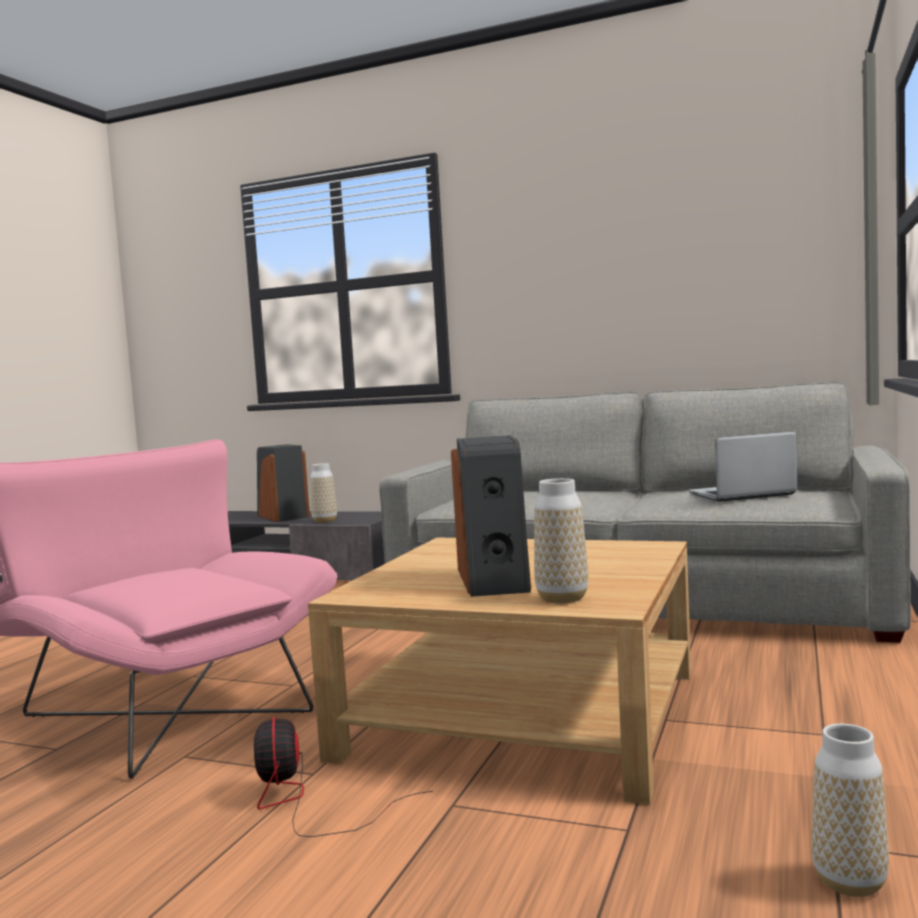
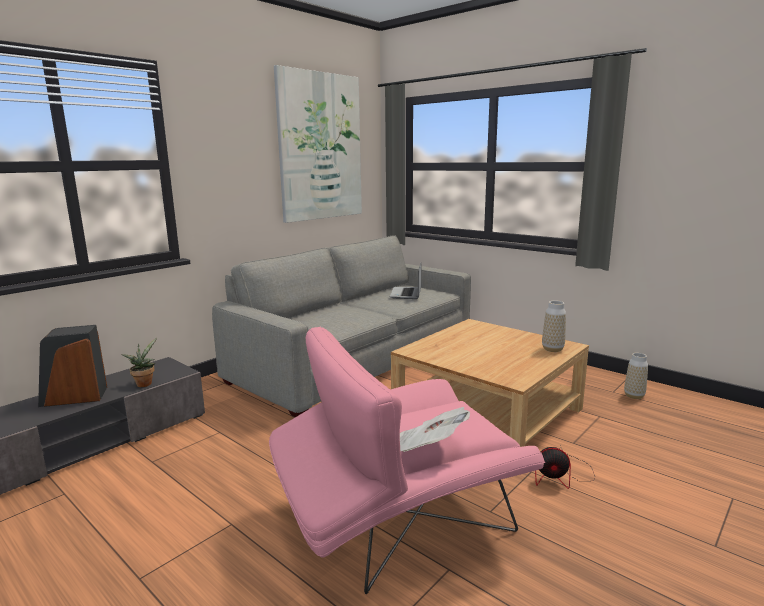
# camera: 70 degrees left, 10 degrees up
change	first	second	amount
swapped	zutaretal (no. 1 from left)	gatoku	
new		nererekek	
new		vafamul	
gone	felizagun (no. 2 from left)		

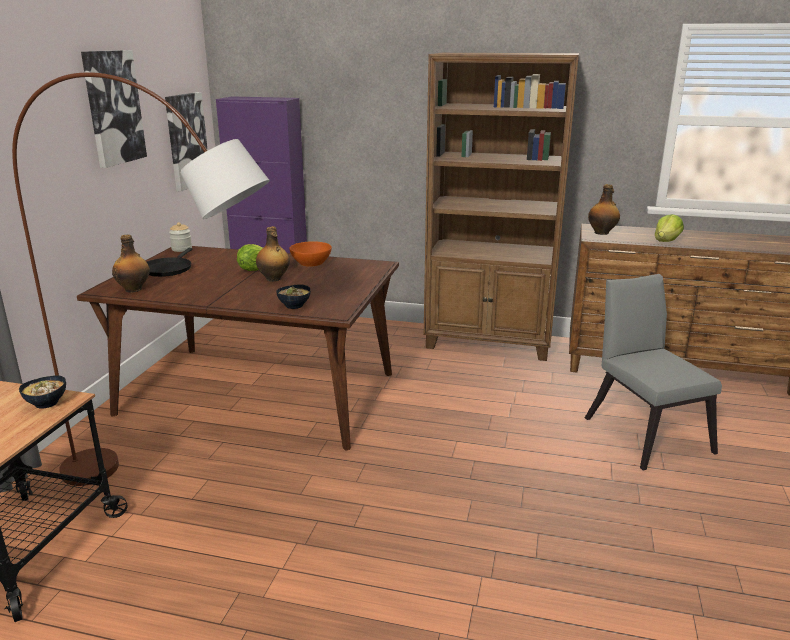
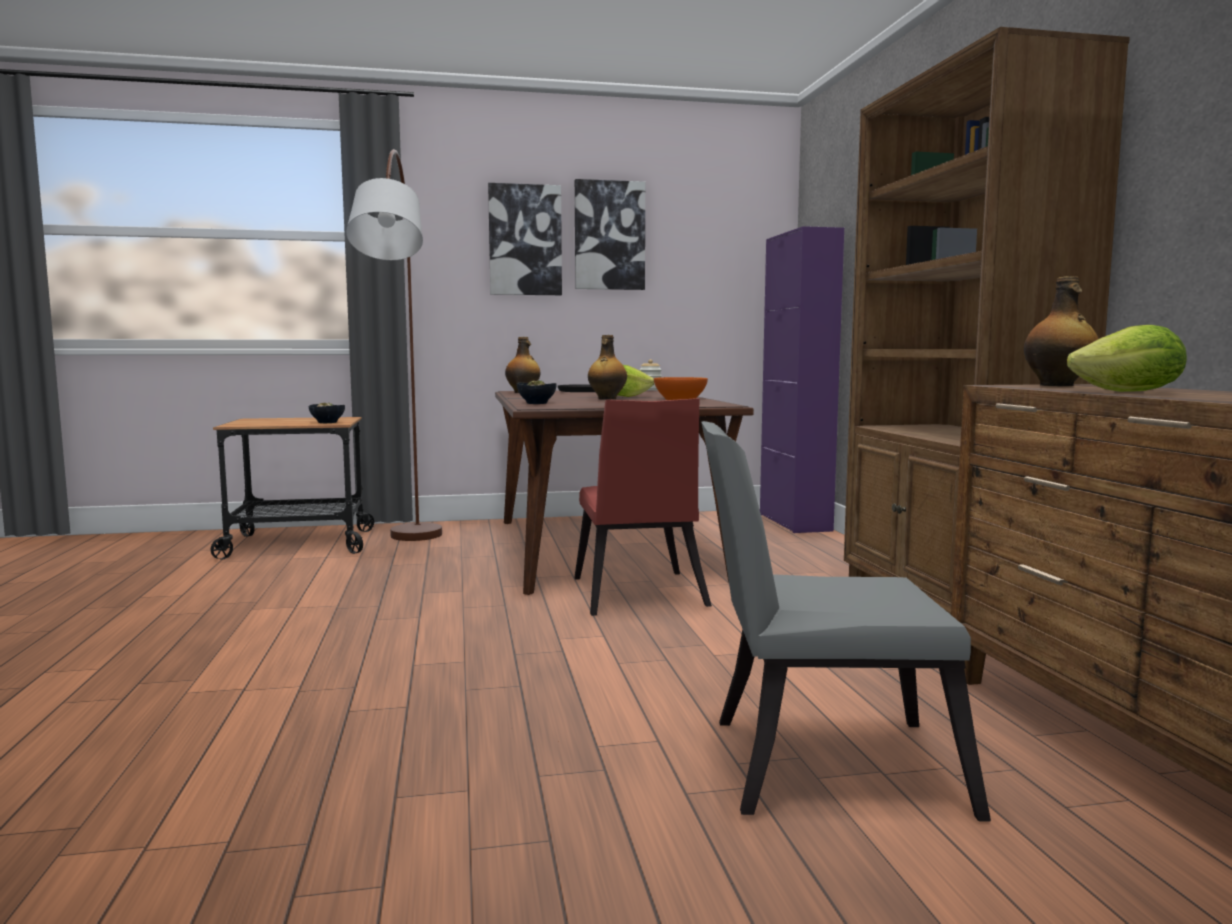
# camera: 65 degrees right, 15 degrees down
change	first	second	amount
shifted	nererekek (no. 2 from left in the first image)	nererekek (no. 1 from left)	
new		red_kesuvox	
rotated	grey_kesuvox		135 degrees counterclockwise

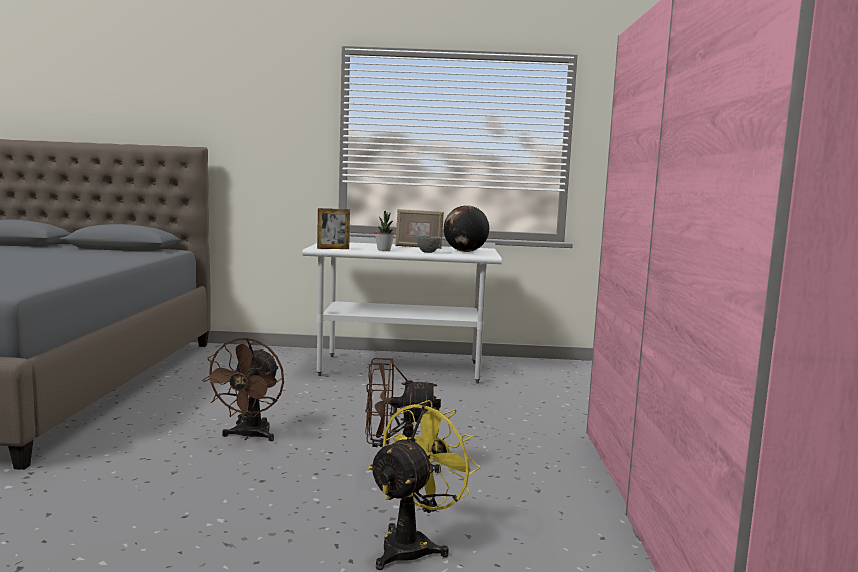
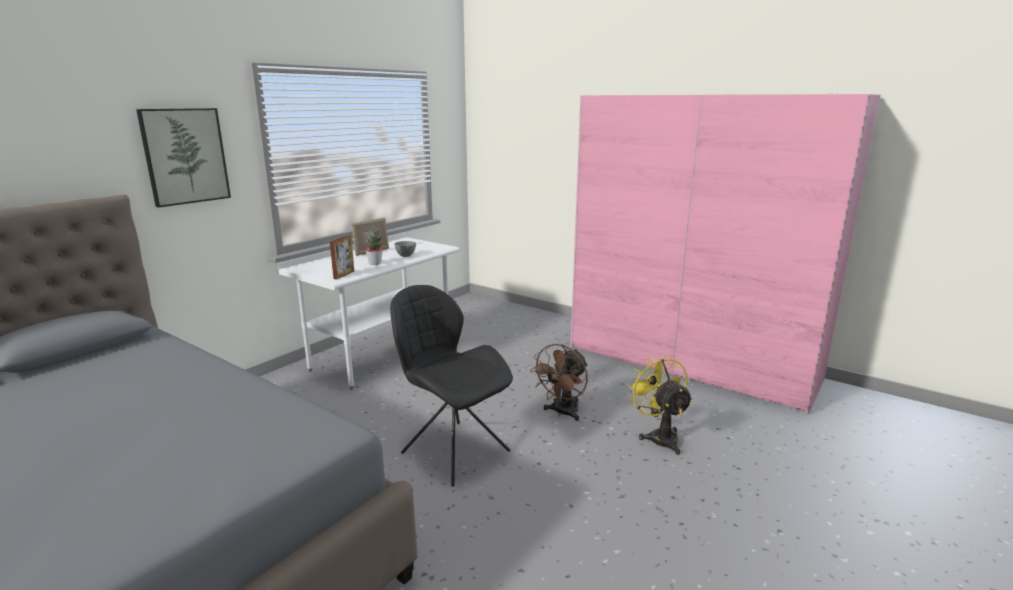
# camera: 55 degrees left, 10 degrees up
change	first	second	amount
new		nererekek	
swapped	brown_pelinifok (no. 1 from left)	black_kesuvox	
gone	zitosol		

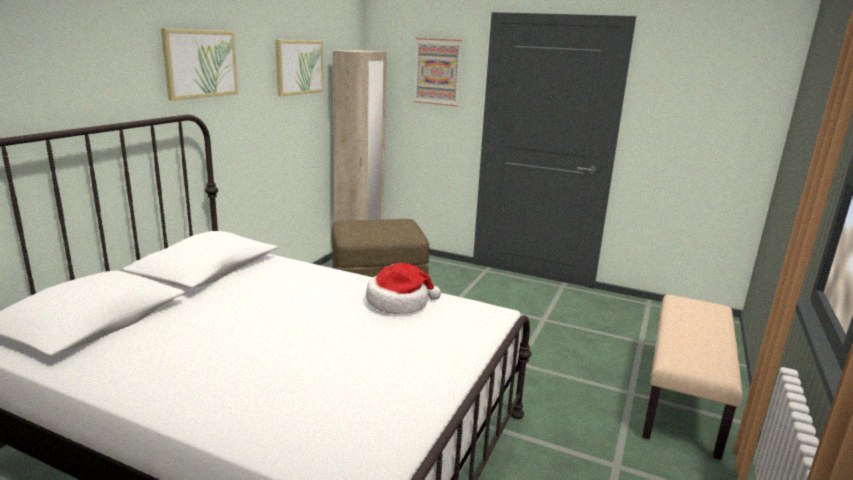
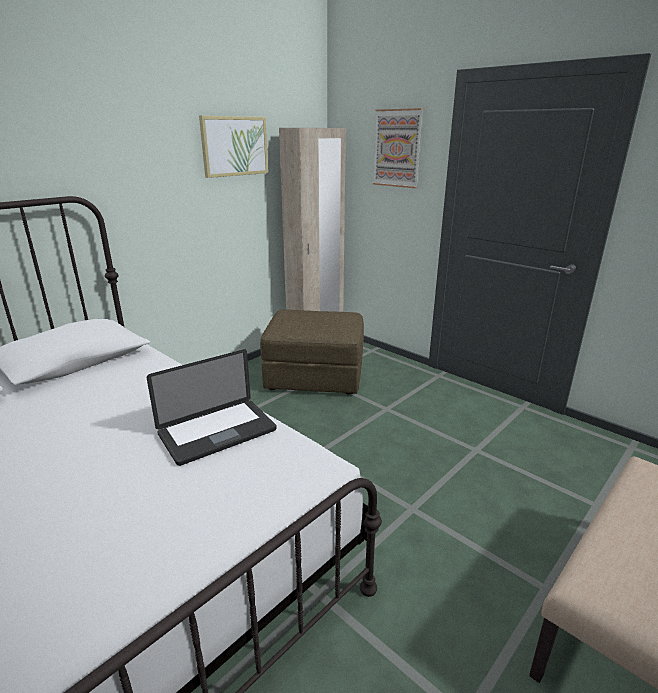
# camera: 20 degrees right, 5 degrees up
change	first	second	amount
swapped	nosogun	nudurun	
gone	nererekek (no. 1 from left)		

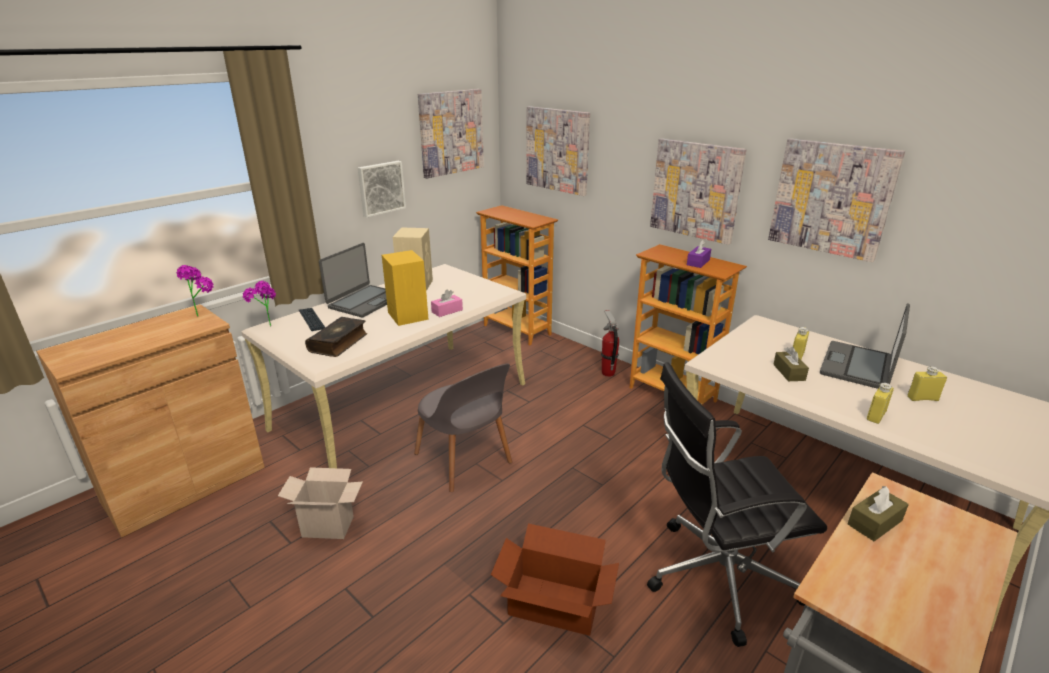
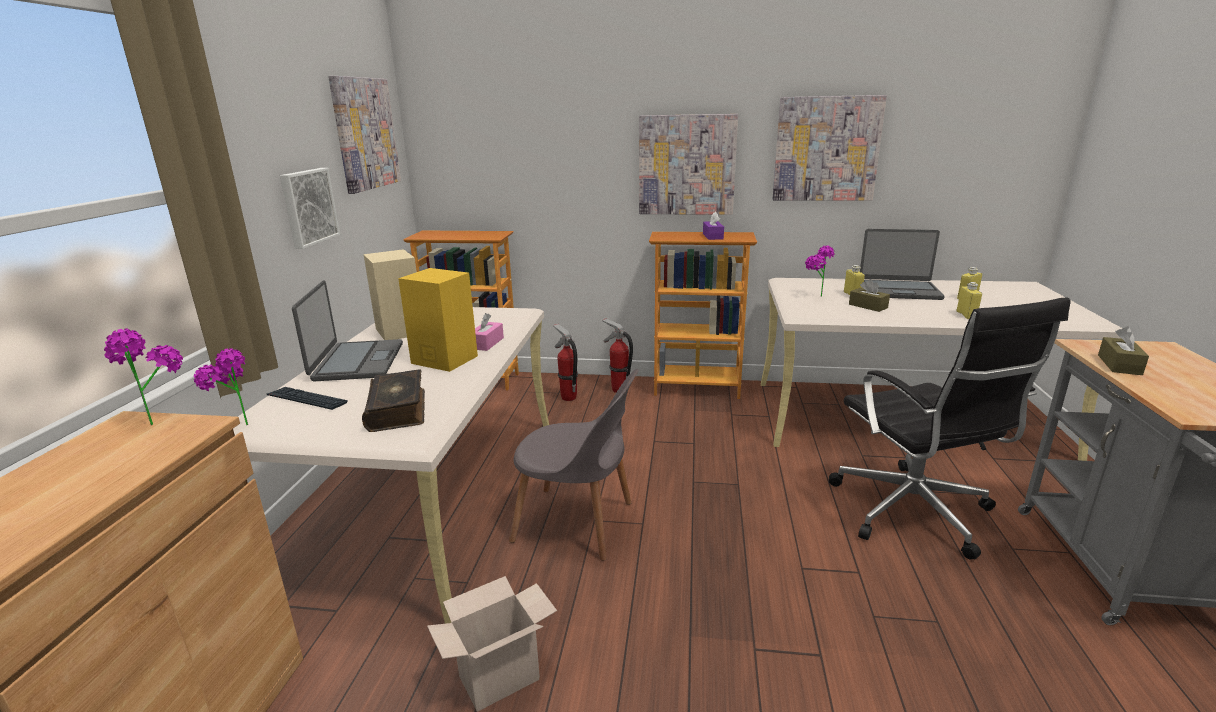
# camera: 35 degrees left, 5 degrees down
change	first	second	amount
new		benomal (no. 1 from left)	
new		gatoku (no. 3 from left)	
rotated	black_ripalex		60 degrees counterclockwise
rotated	nudurun (no. 2 from left)		75 degrees counterclockwise
gone	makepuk (no. 2 from left)		
gone	nererekek (no. 3 from left)		

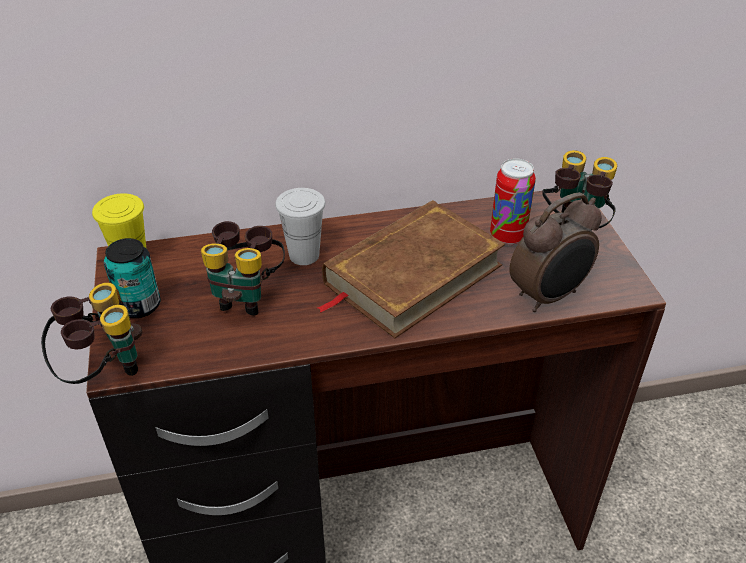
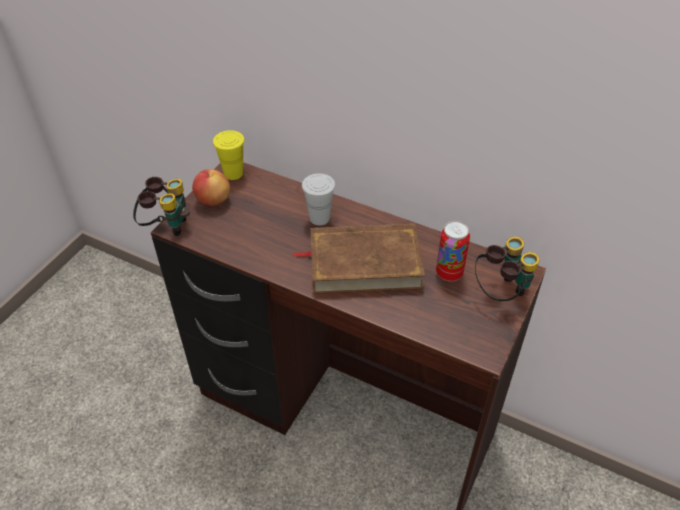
# camera: 40 degrees right, 5 degrees up
change	first	second	amount
swapped	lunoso (no. 1 from left)	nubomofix	
gone	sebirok (no. 2 from left)		
gone	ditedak		

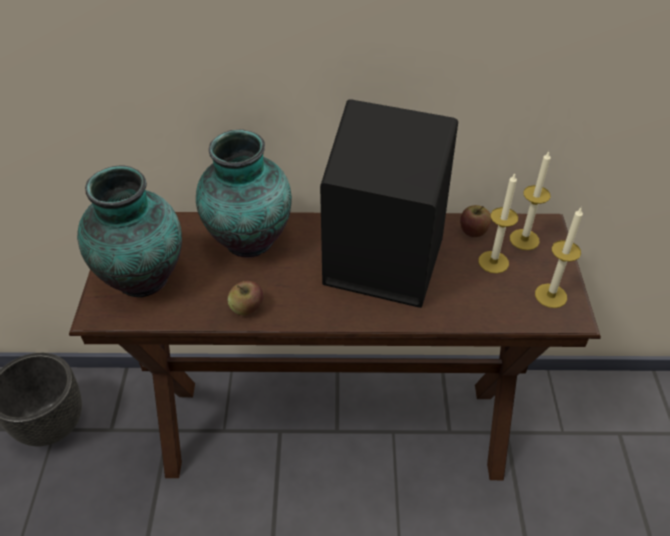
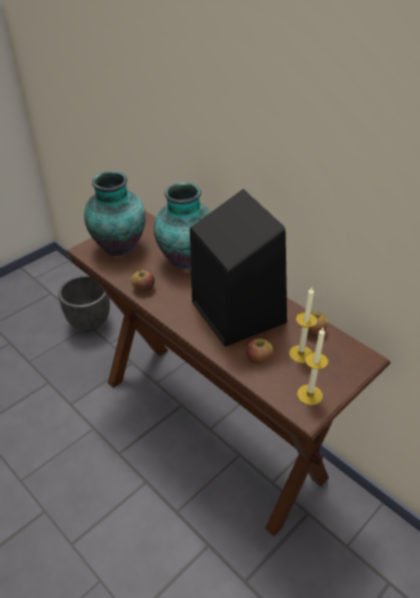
# camera: 45 degrees right, 5 degrees down
change	first	second	amount
new		nubomofix (no. 2 from left)	
gone	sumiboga (no. 2 from left)		

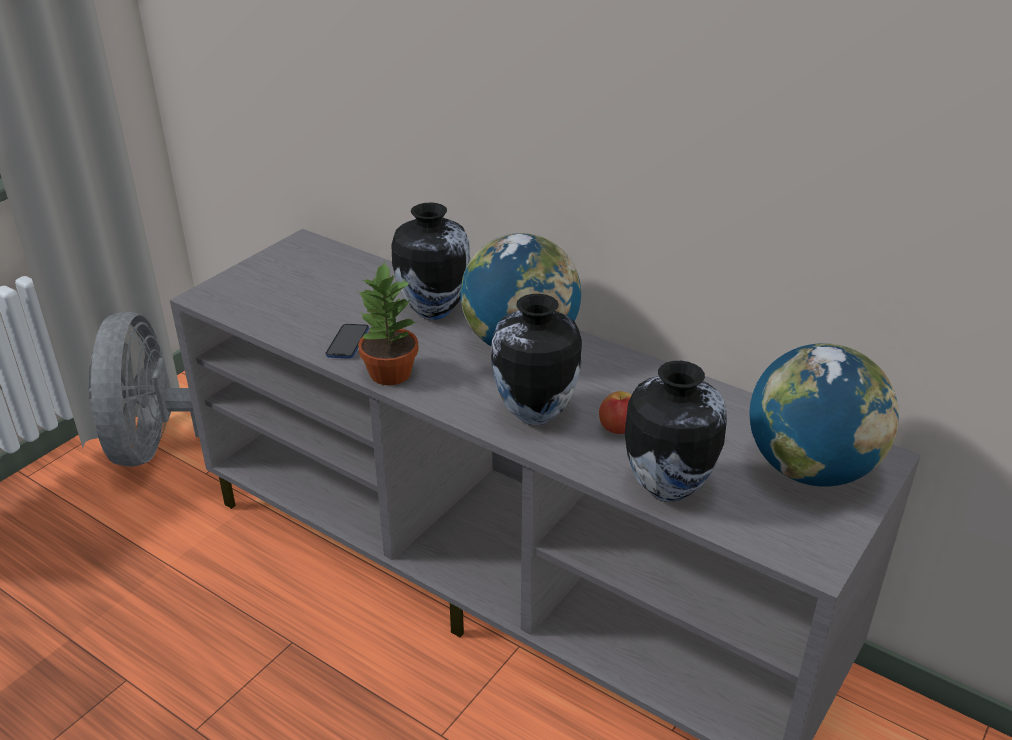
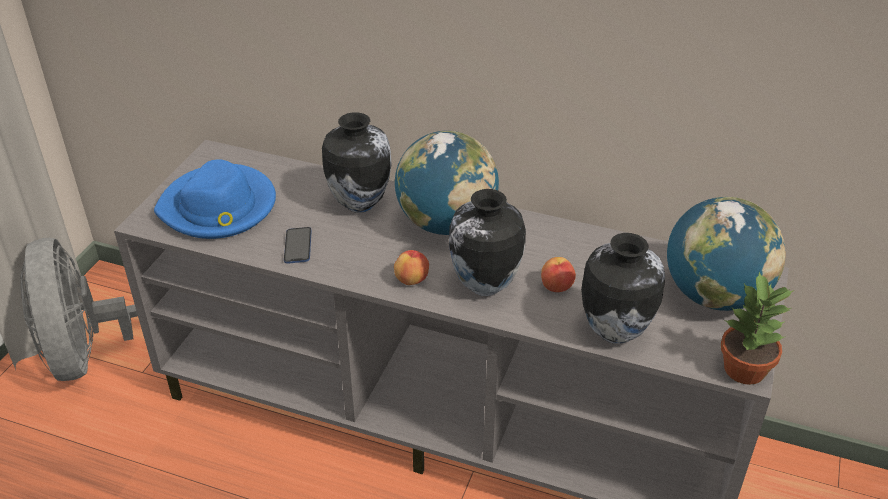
# camera: 15 degrees left, 5 degrees up
change	first	second	amount
new		blue_nosogun	
new		nubomofix (no. 1 from left)	
shifted	gatoku		

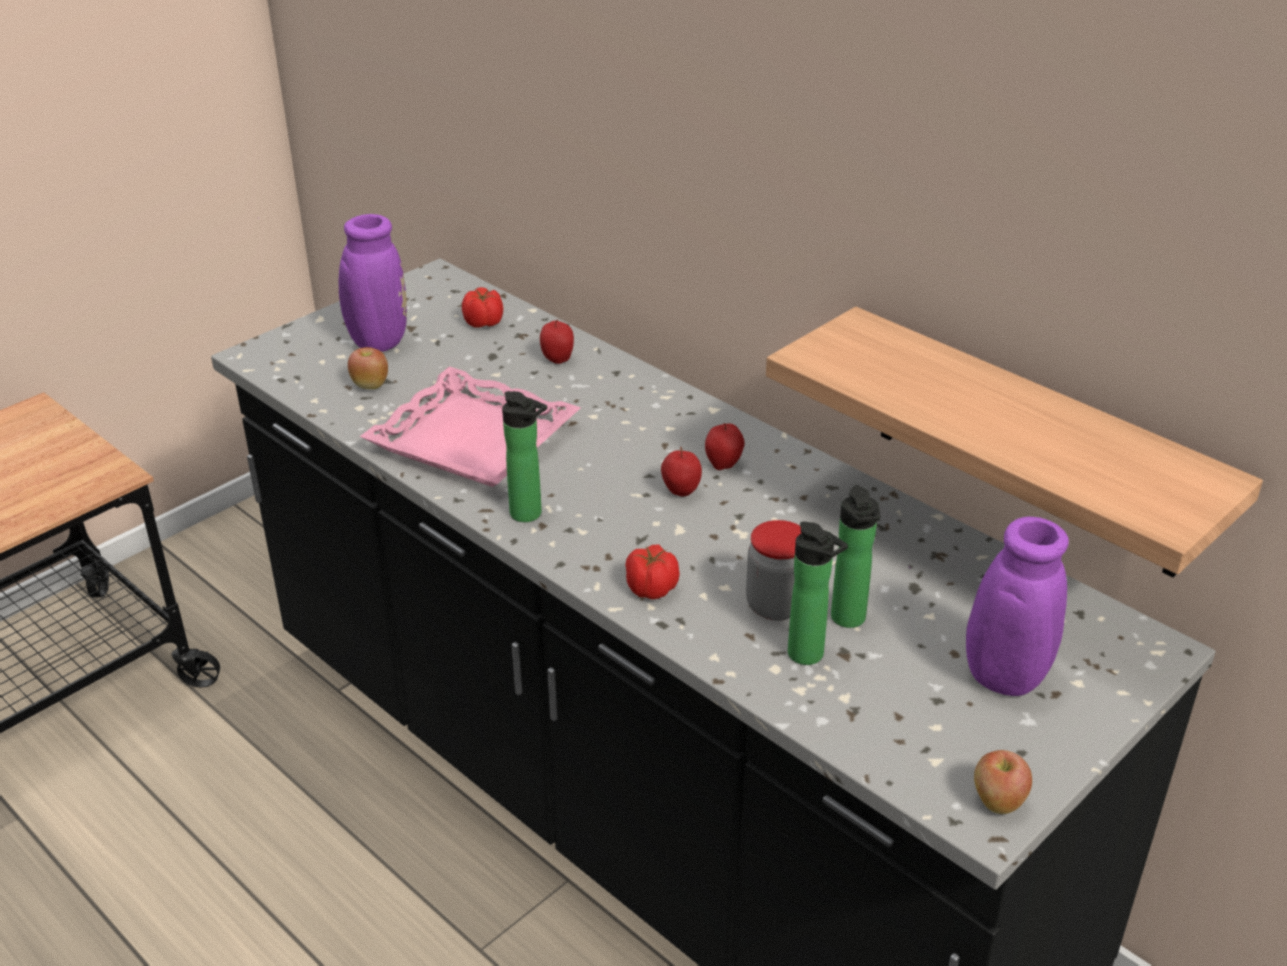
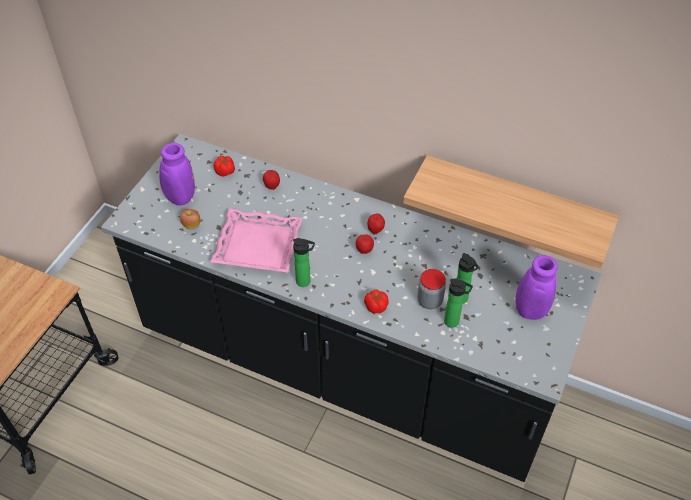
# camera: 20 degrees left, 15 degrees up
change	first	second	amount
gone	nubomofix (no. 5 from left)		

